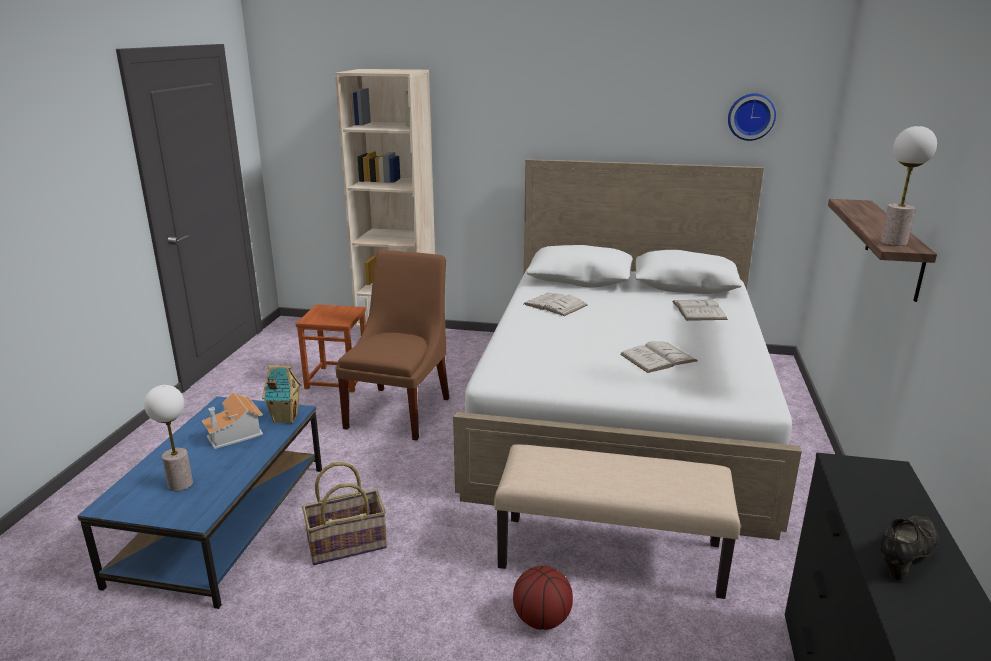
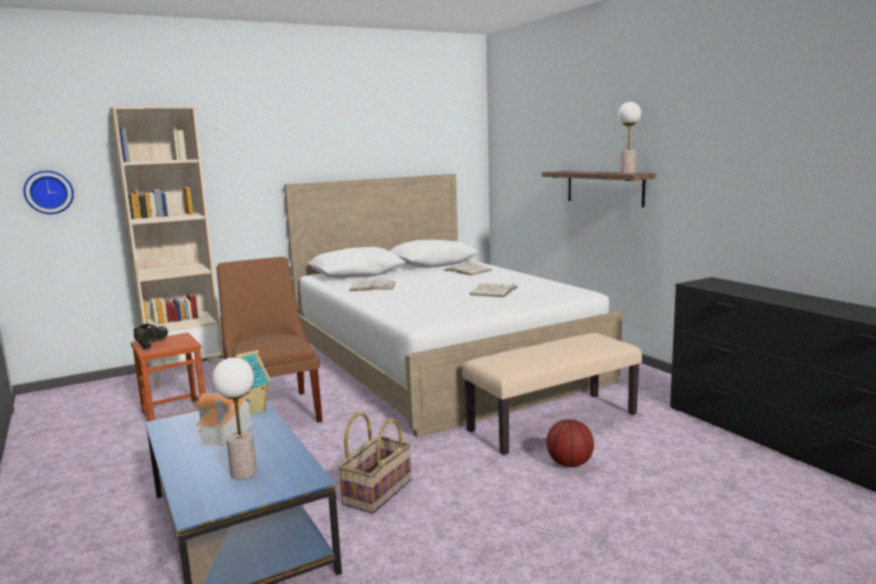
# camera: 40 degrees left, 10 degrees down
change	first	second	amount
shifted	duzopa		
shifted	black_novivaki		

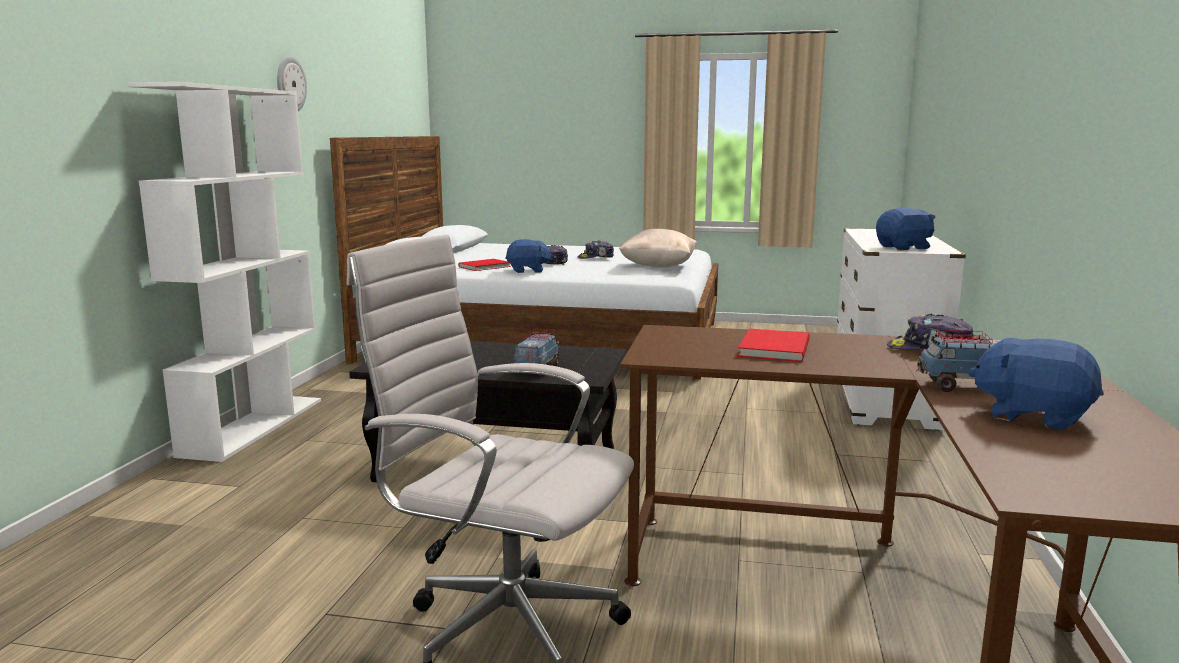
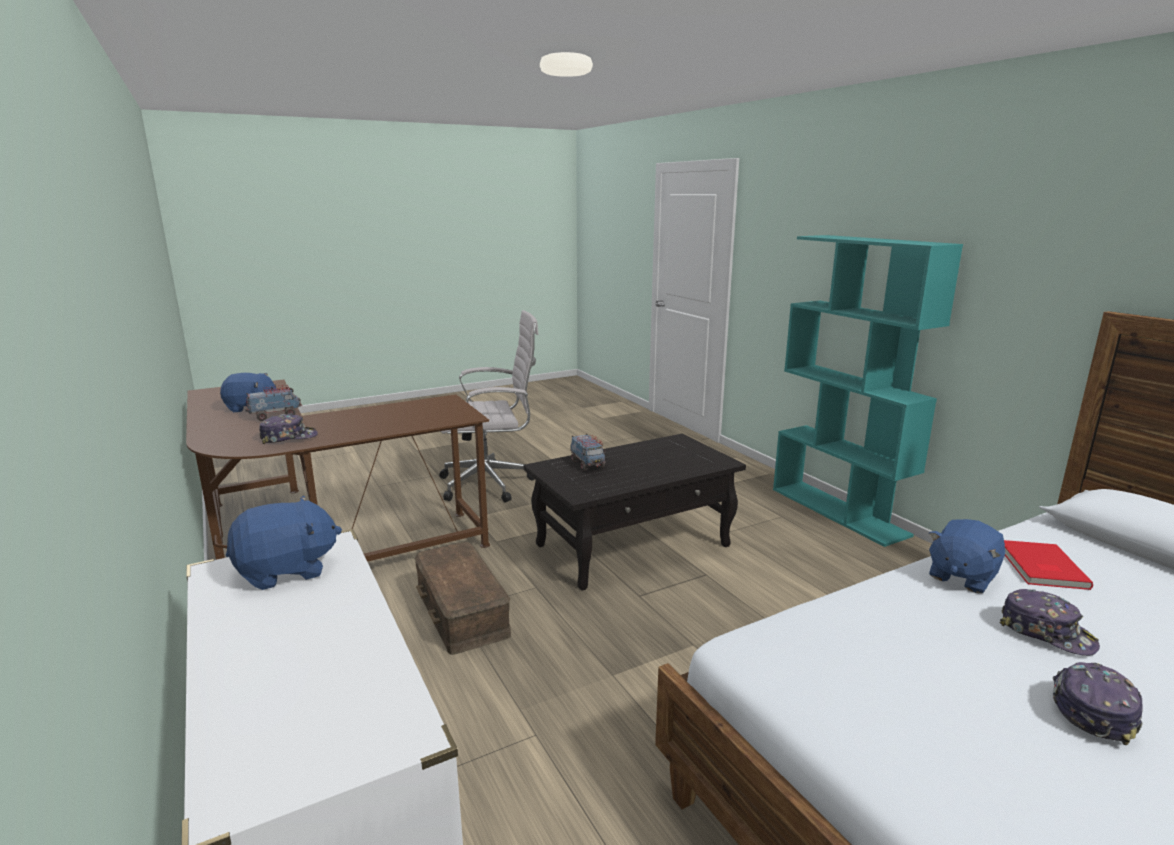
# camera: 140 degrees right, 5 degrees up
change	first	second	amount
rotated	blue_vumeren (no. 2 from left)		150 degrees counterclockwise
new		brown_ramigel	
repainted	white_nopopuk	turquoise_nopopuk	
gone	duzopa		
gone	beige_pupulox		
gone	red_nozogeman (no. 2 from left)		

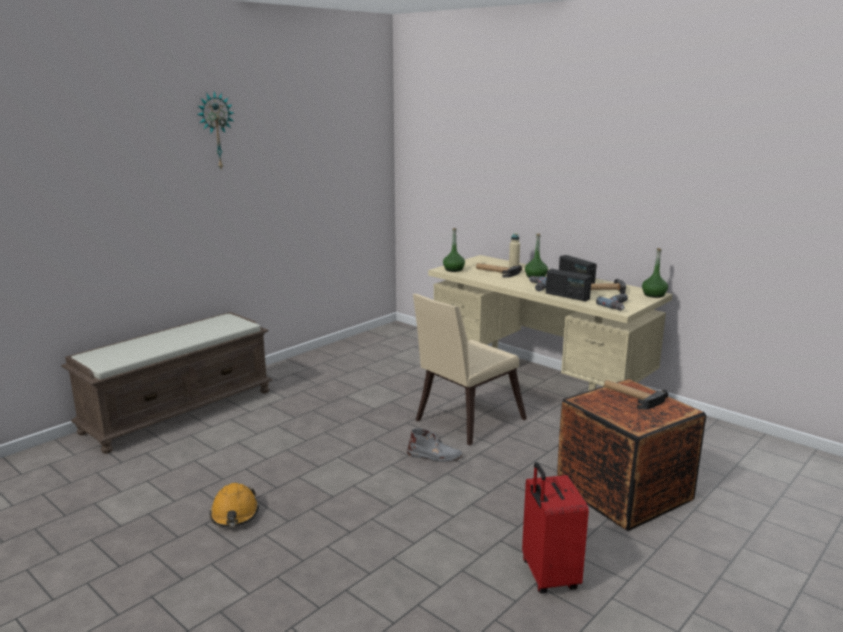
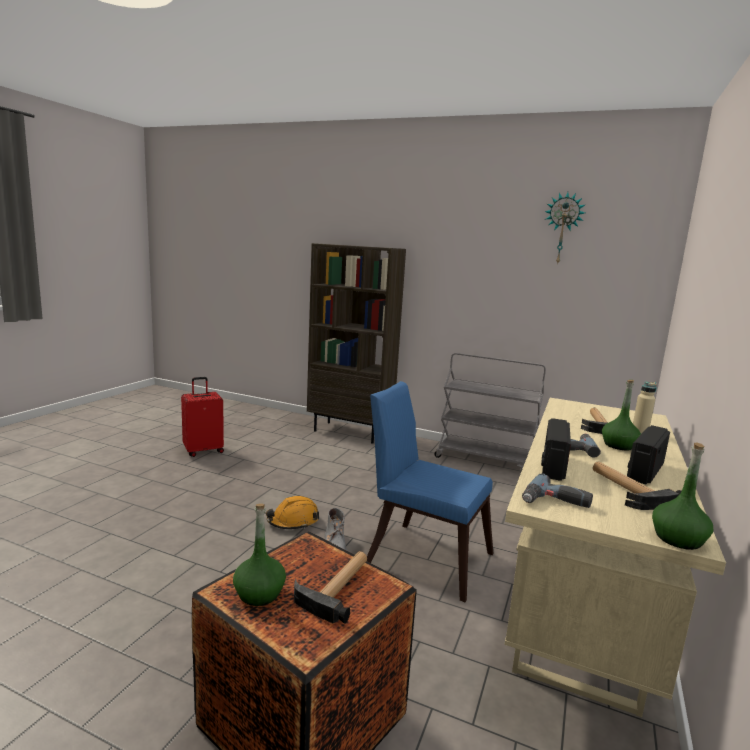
# camera: 70 degrees right, 5 degrees down
change	first	second	amount
shifted	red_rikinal		
shifted	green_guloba (no. 1 from left)		
shifted	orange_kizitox		
swapped	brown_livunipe	brown_nopopuk	
repainted	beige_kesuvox	blue_kesuvox	
new		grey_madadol	
shifted	duzopa		

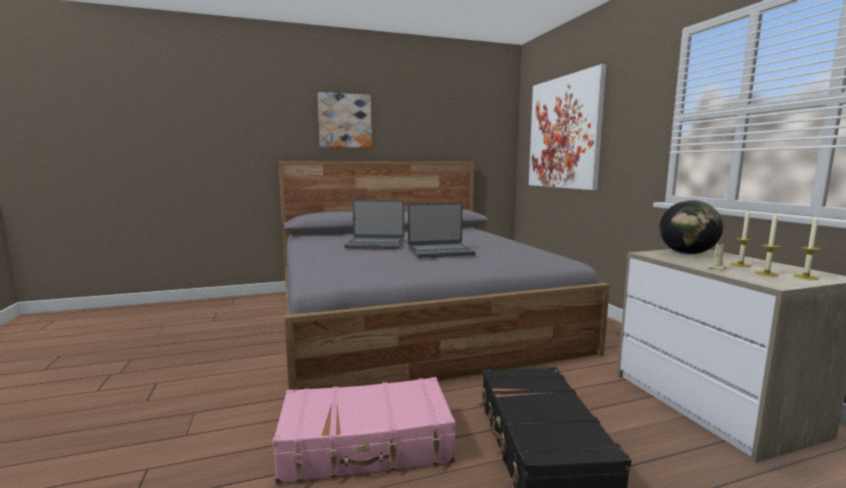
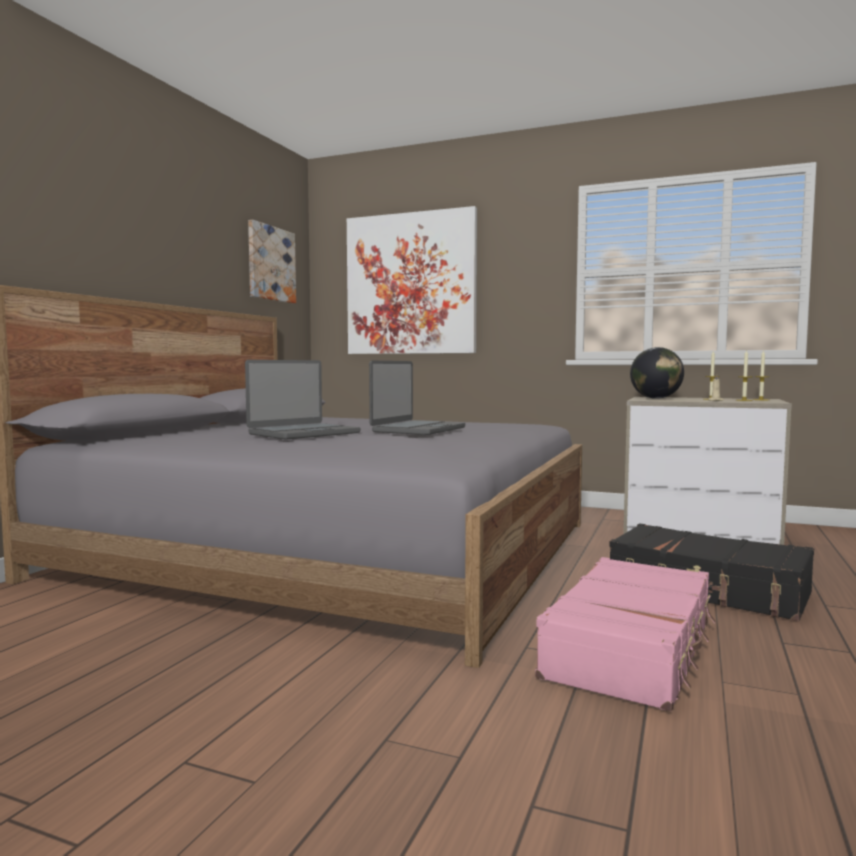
# camera: 50 degrees left, 5 degrees down
change	first	second	amount
shifted	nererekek (no. 1 from left)		

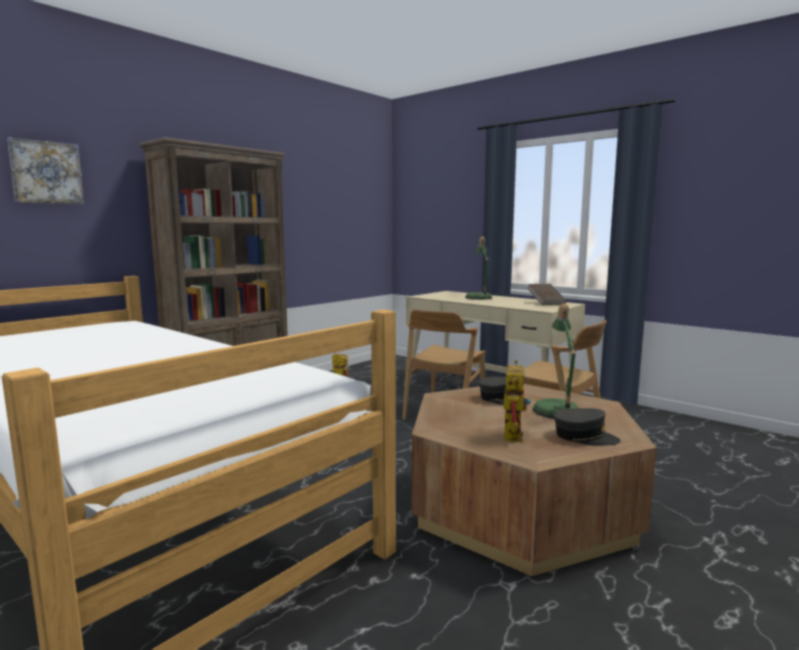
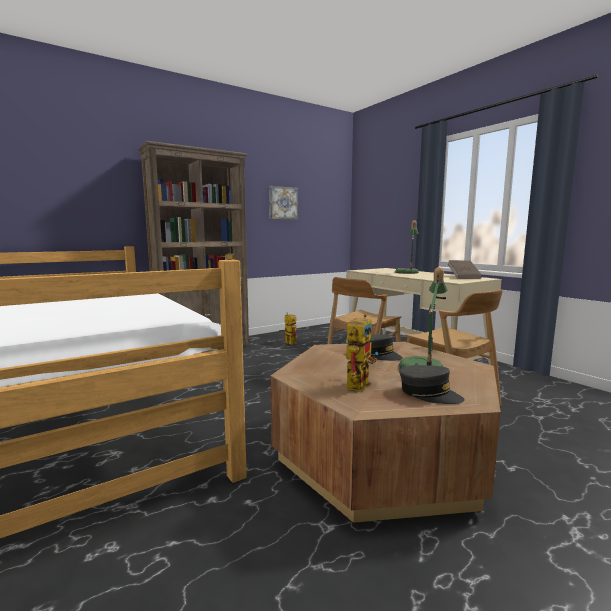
# camera: 15 degrees right, 0 degrees up
change	first	second	amount
shifted	nererekek		

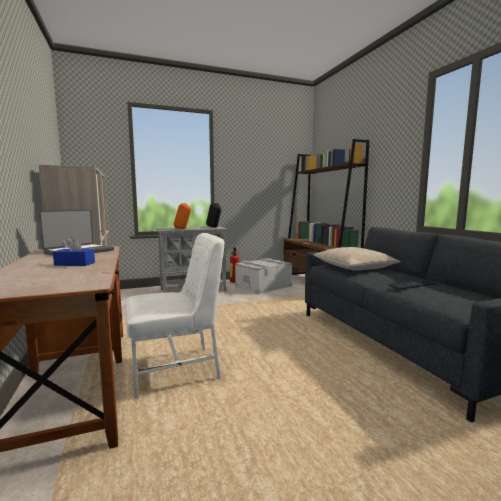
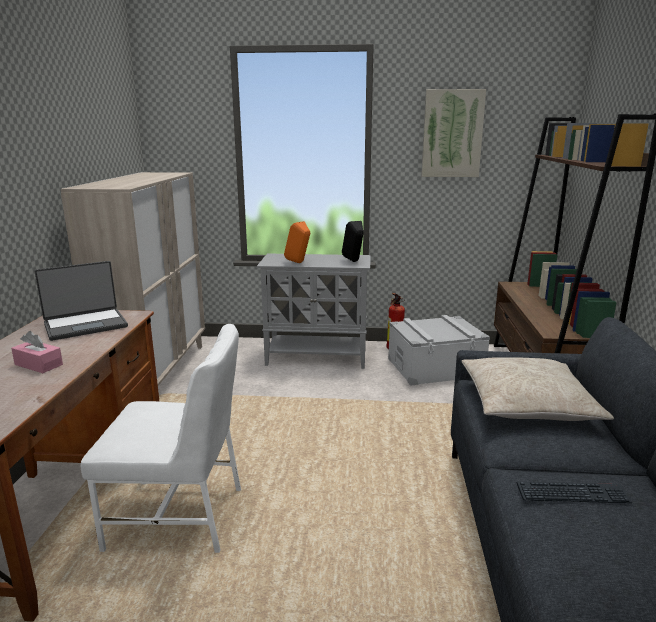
# camera: 25 degrees right, 10 degrees up
change	first	second	amount
repainted	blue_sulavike	pink_sulavike	
new		nererekek	

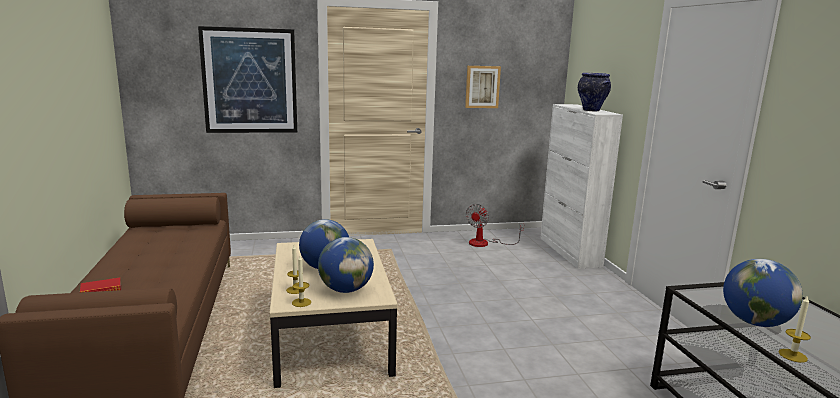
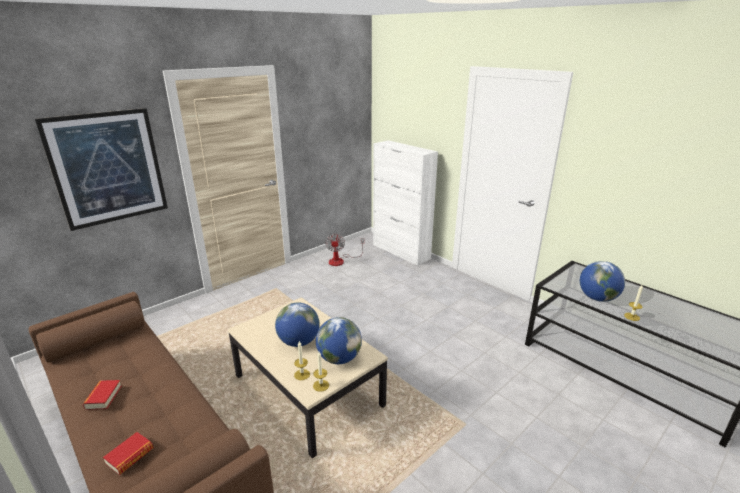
# camera: 30 degrees left, 10 degrees up
change	first	second	amount
new		nozogeman (no. 1 from left)	
gone	nererekek (no. 2 from left)		
gone	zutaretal		

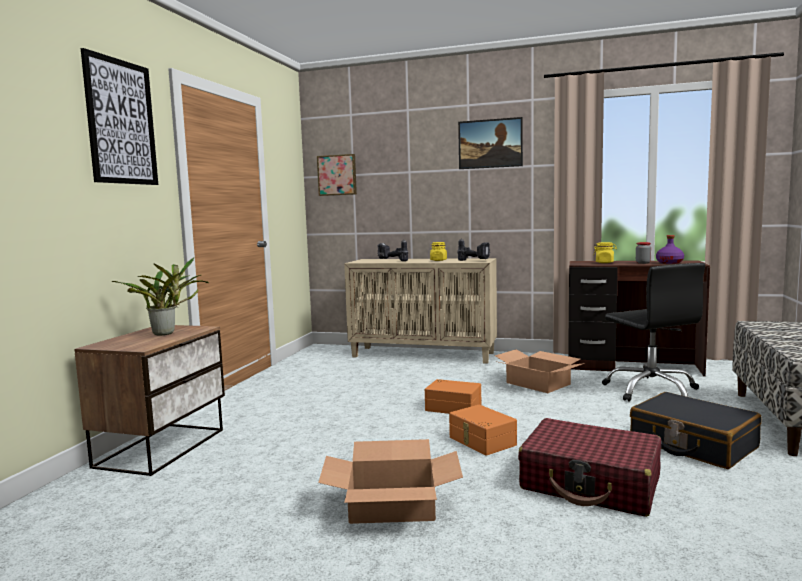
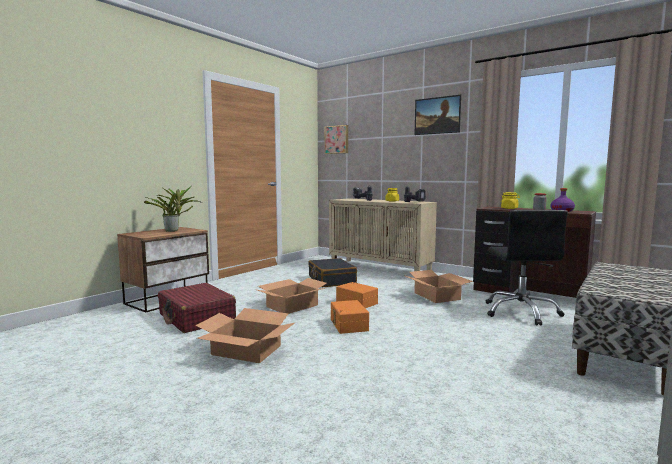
# camera: 20 degrees right, 0 degrees up
change	first	second	amount
shifted	red_rikinal		
new		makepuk (no. 2 from left)	
shifted	black_rikinal		
gone	nererekek (no. 1 from left)		

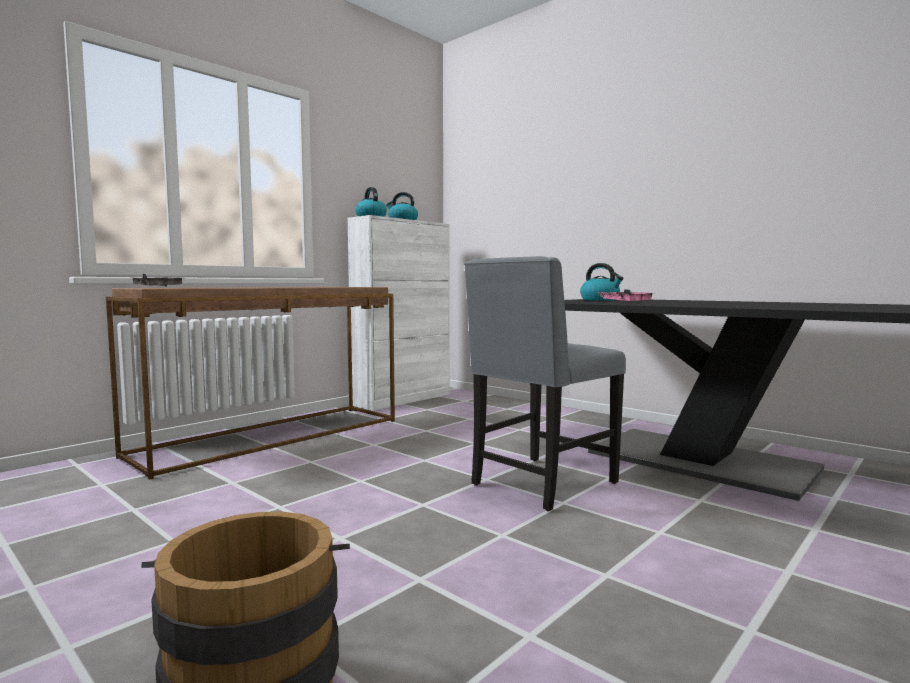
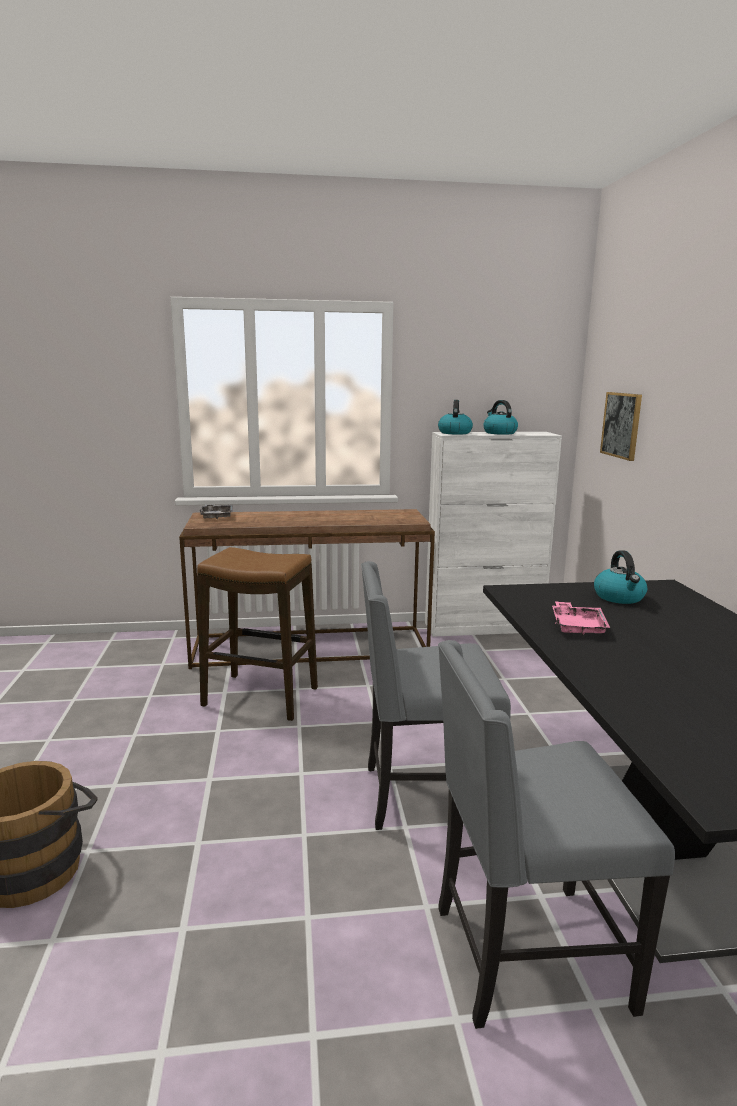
# camera: 40 degrees right, 10 degrees up
change	first	second	amount
new		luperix	
new		grey_kesuvox (no. 2 from left)	
new		nererekek	

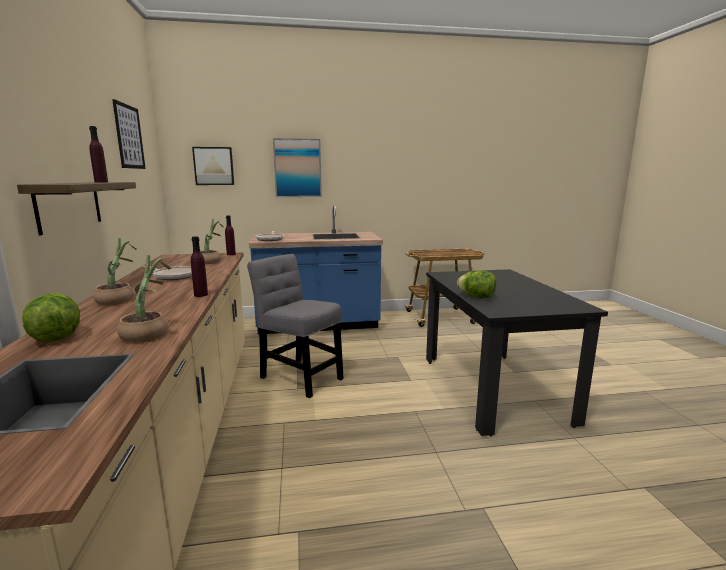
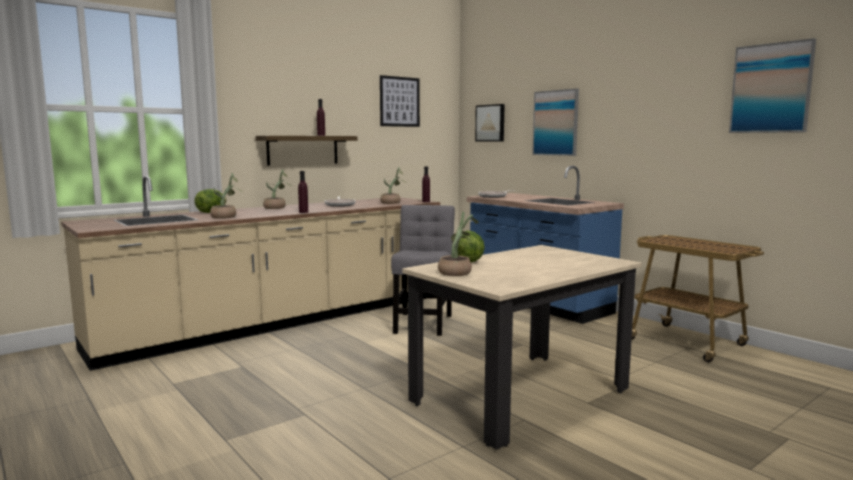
# camera: 60 degrees right, 5 degrees down
change	first	second	amount
repainted	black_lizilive	beige_lizilive	
new		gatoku (no. 4 from left)	
new		nererekek (no. 4 from left)	

